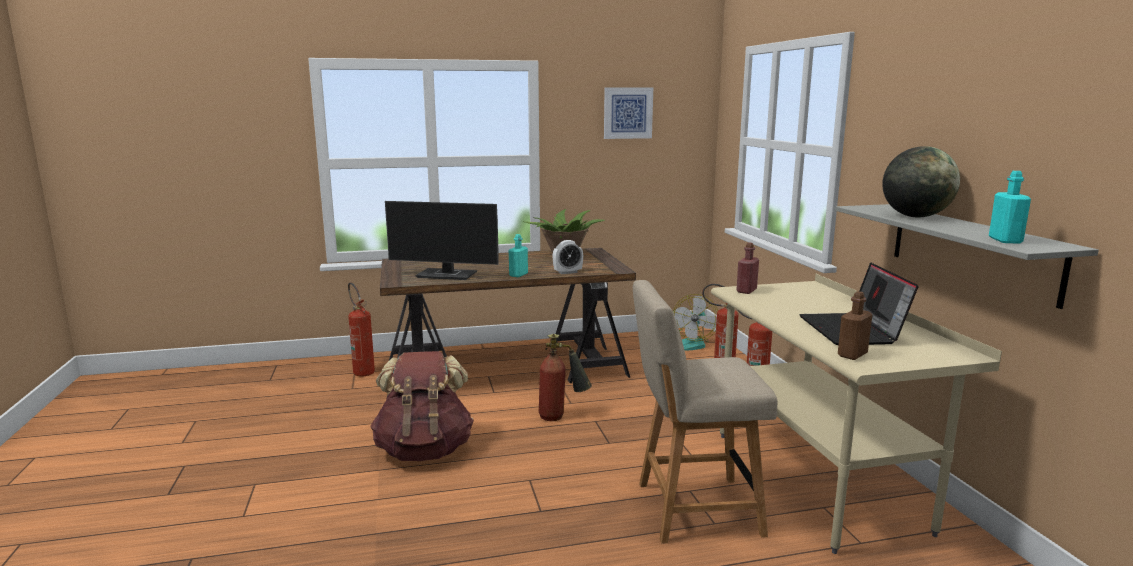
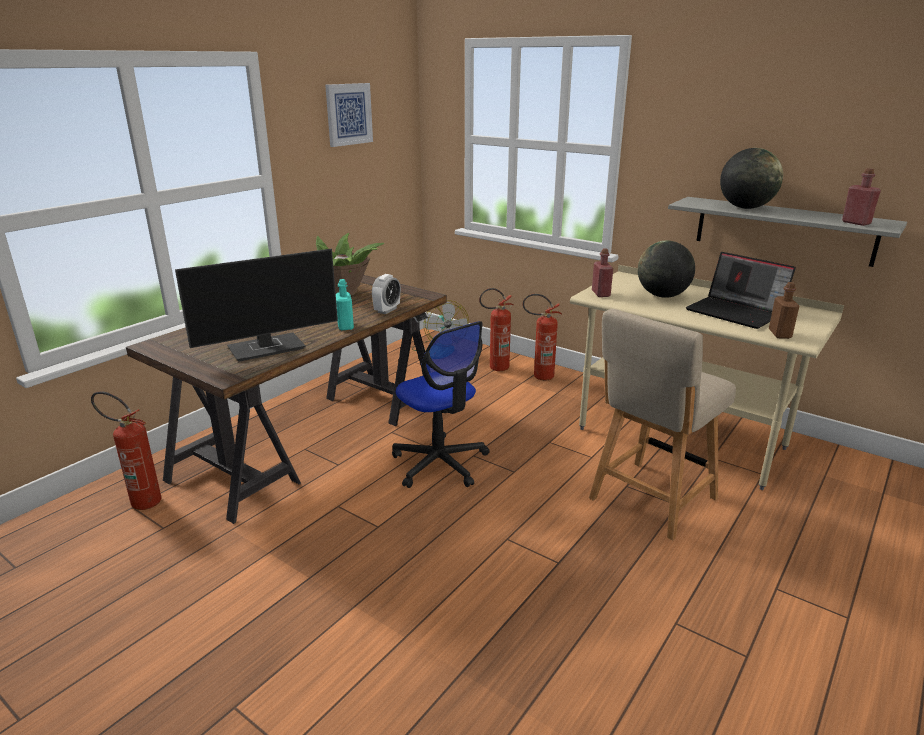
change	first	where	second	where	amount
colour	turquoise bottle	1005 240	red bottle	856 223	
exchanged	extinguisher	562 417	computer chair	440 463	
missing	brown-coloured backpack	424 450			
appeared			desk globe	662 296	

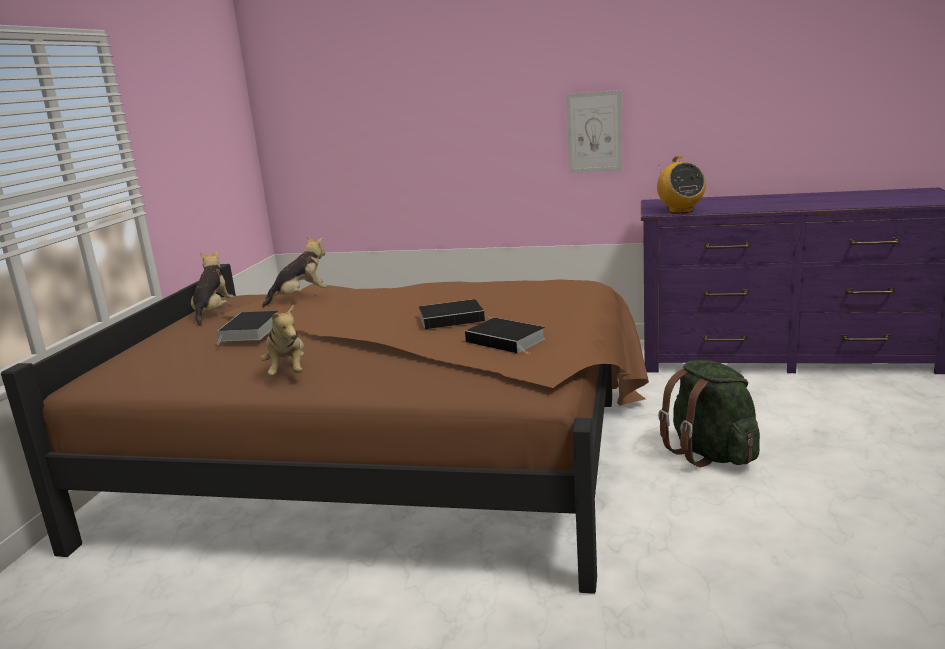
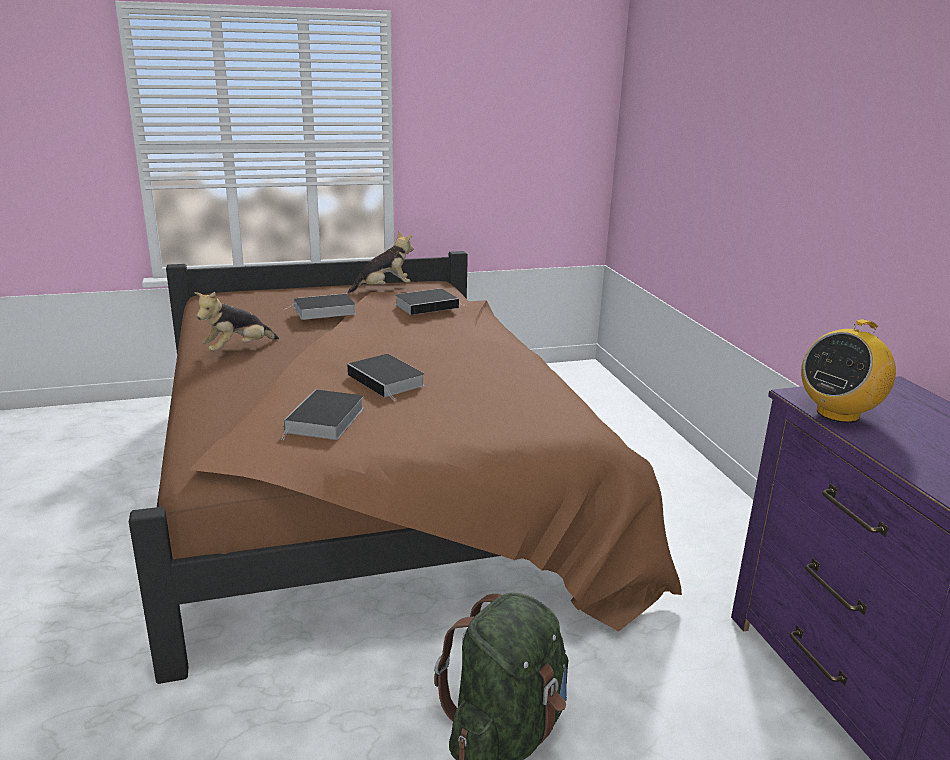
change	first	where	second	where	amount
missing	wall picture	594 132			
exchanged	plush toy	300 298	book	428 305	

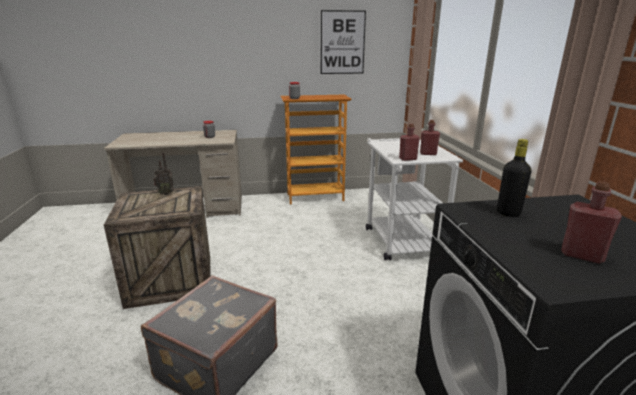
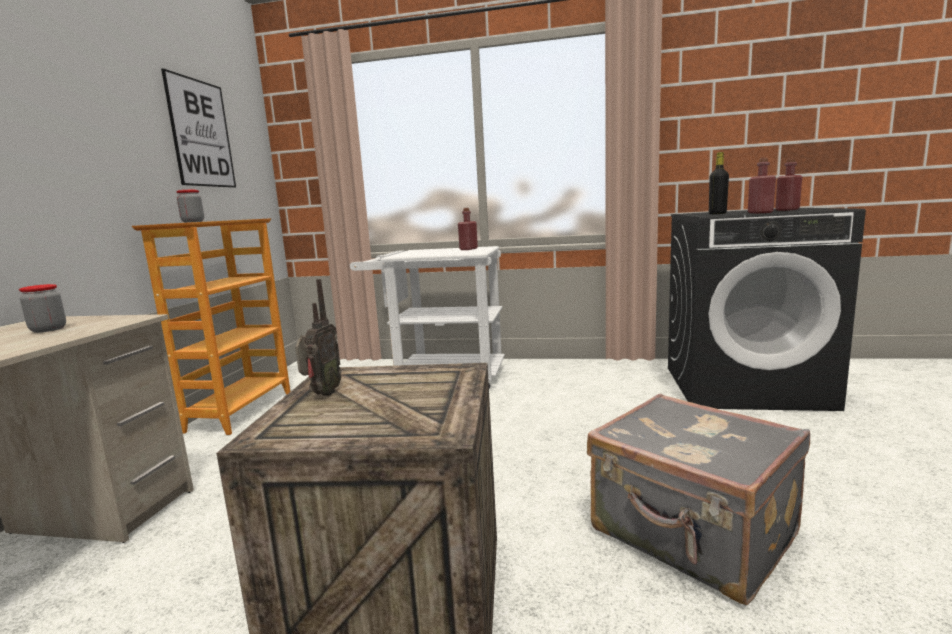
change	first	where	second	where	amount
relocated	red bottle	408 159		760 213	

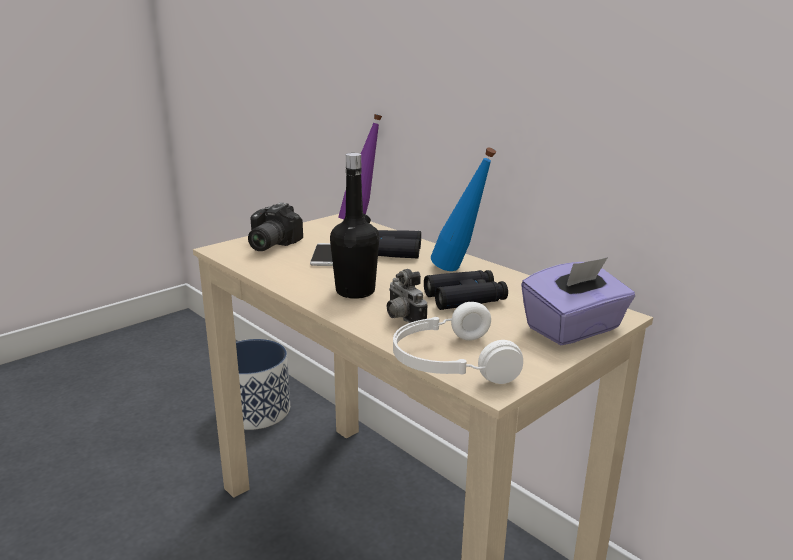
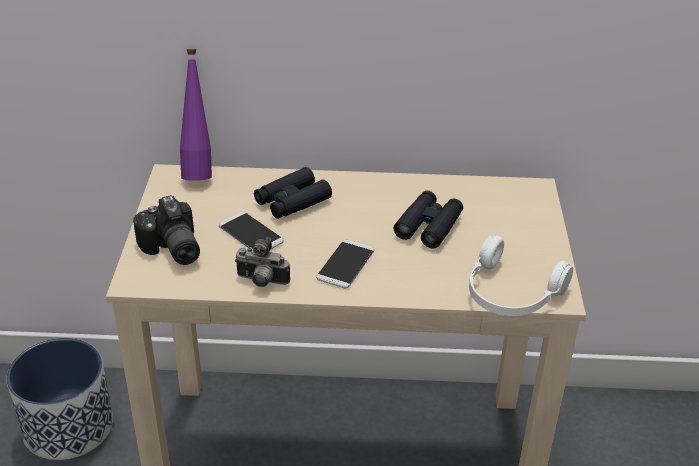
change	first	where	second	where	amount
missing	blue-coloured bottle	459 271			
exchanged	black bottle	355 291	handset	345 264	
missing	purple-coloured box of tissues	574 329			
relocated	still camera	402 319		261 282	

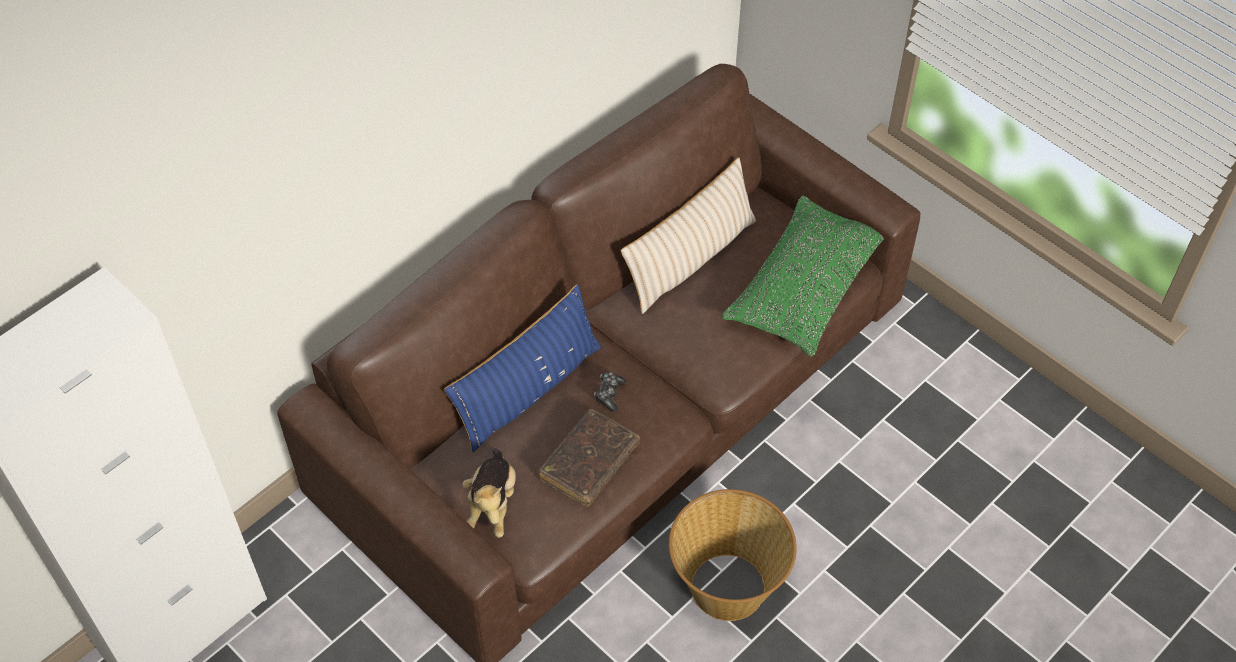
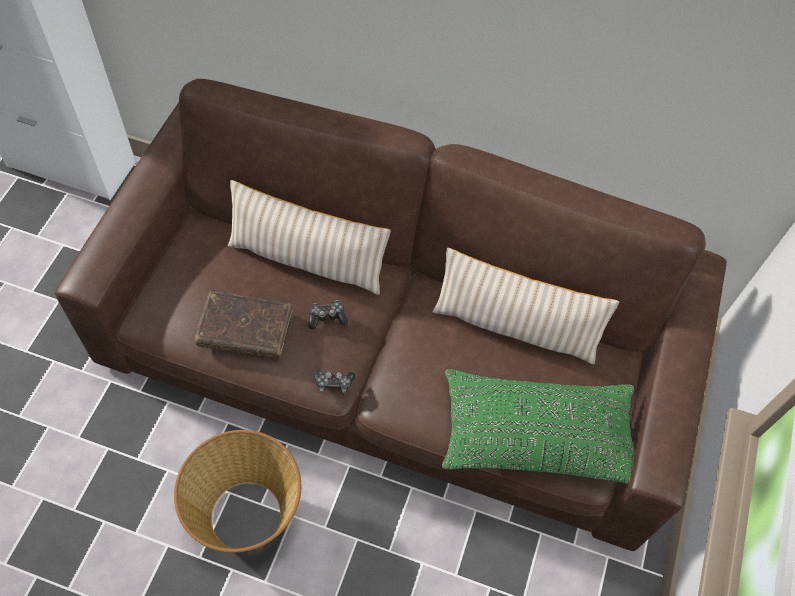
change	first	where	second	where	amount
colour	blue-coloured pillow	528 391	beige pillow	307 260	
missing	plush toy	492 504			
appeared			joypad	333 383	

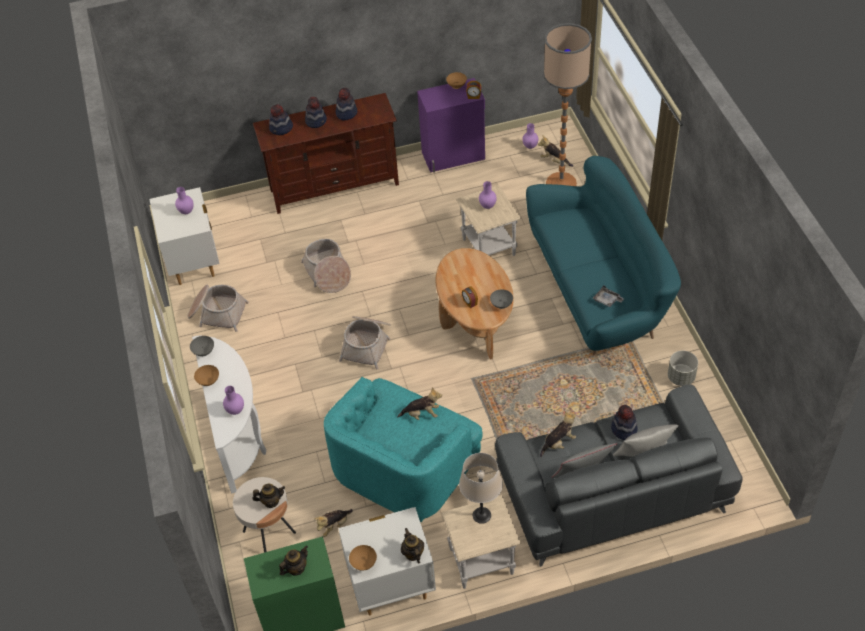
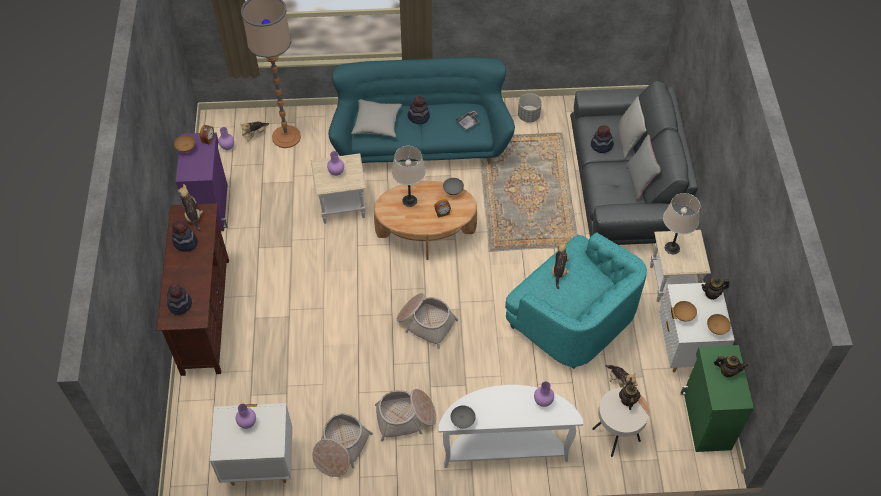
change	first	where	second	where	amount
relocated	clothing hat	316 121		418 117	
relocated	storage basket	328 273		406 418	
relocated	brown-coloured deep dish	208 381		683 317	
relocated	plush toy	558 442		193 215	
spun	pot for tea	296 568		727 371	135 degrees clockwise
appeared			greyish pillow	377 123	
appeared			beige tabletop lamp	409 200	

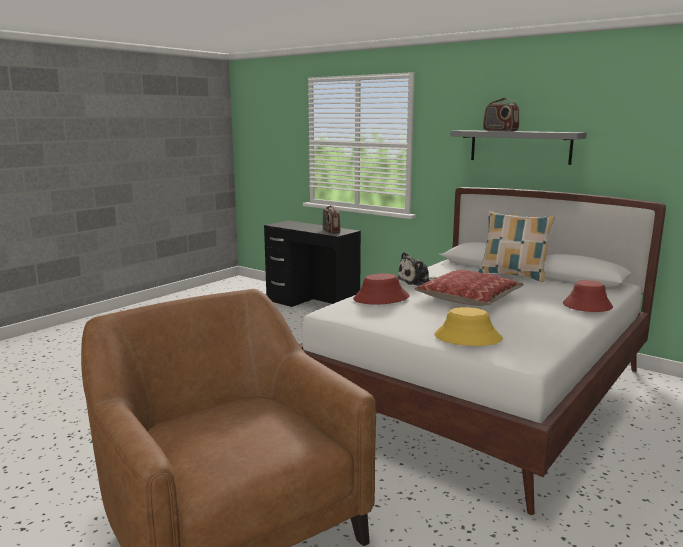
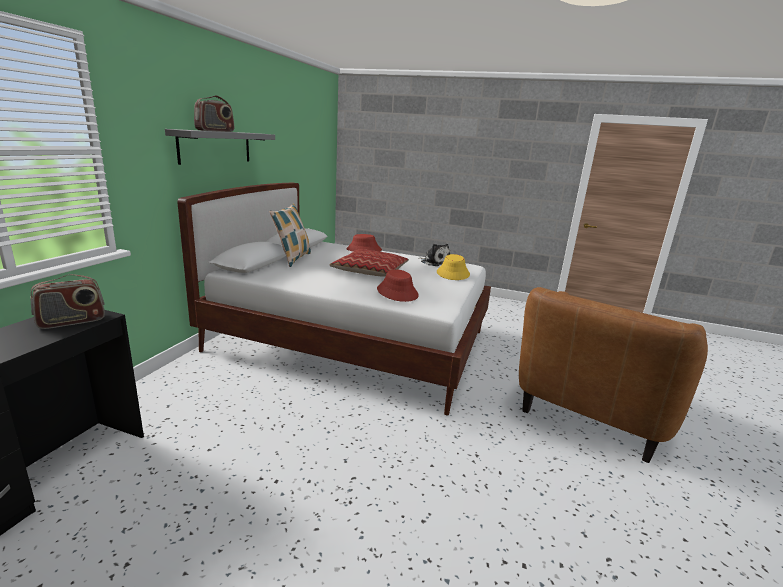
change	first	where	second	where	amount
relocated	plush toy	416 281		434 262	

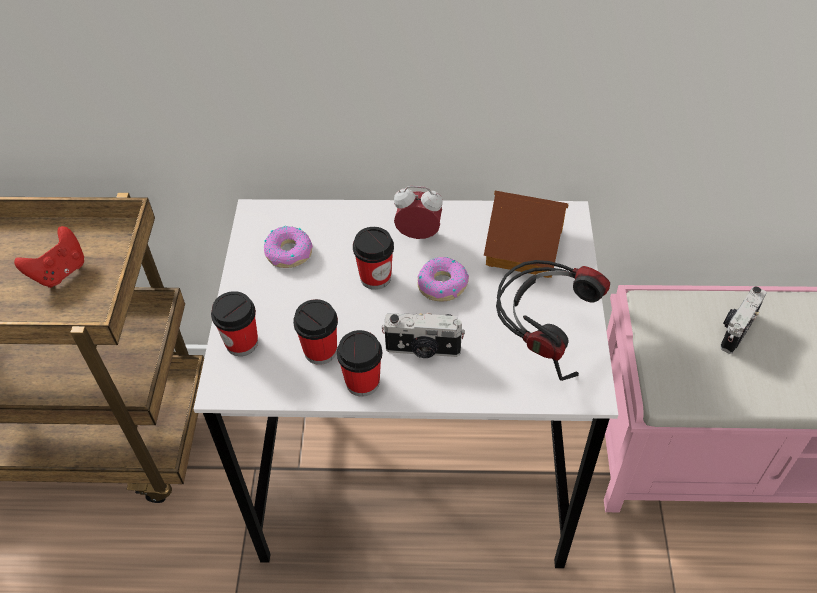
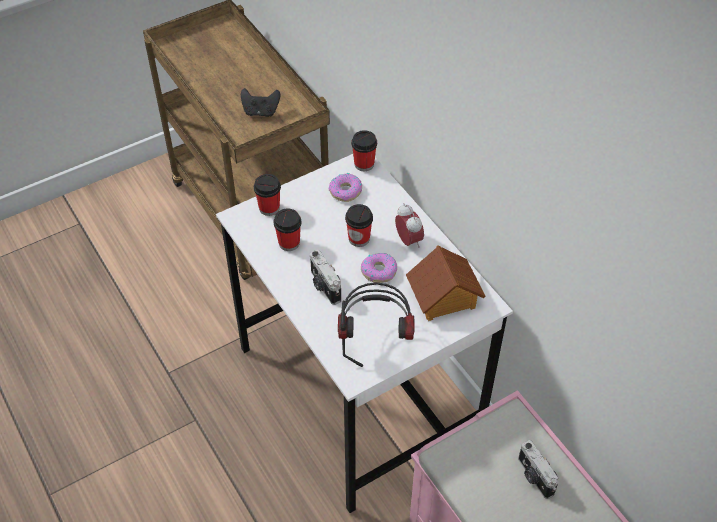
change	first	where	second	where	amount
colour	red joypad	60 272	black joypad	261 112	
spun	still camera	735 330		534 477	120 degrees counterclockwise
relocated	drinking cup	362 382		364 164	

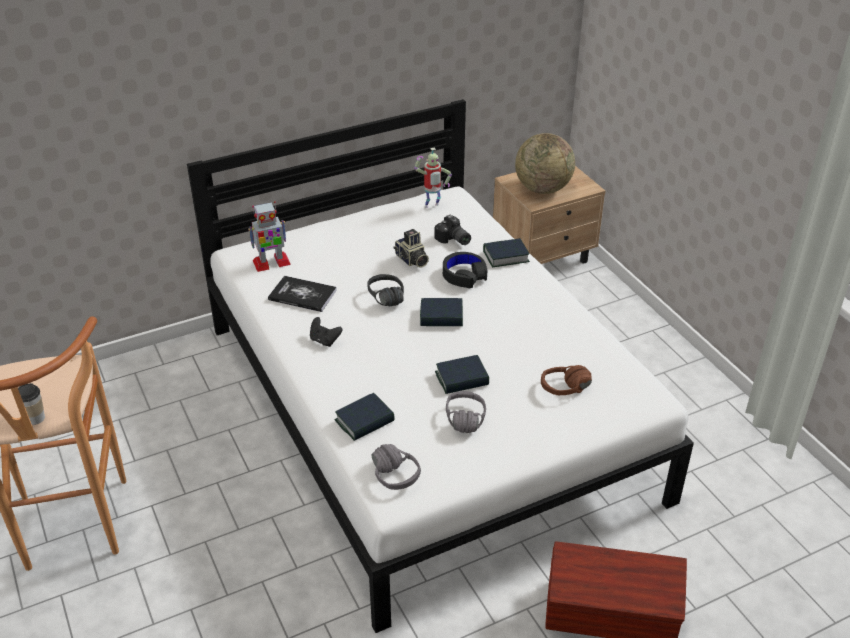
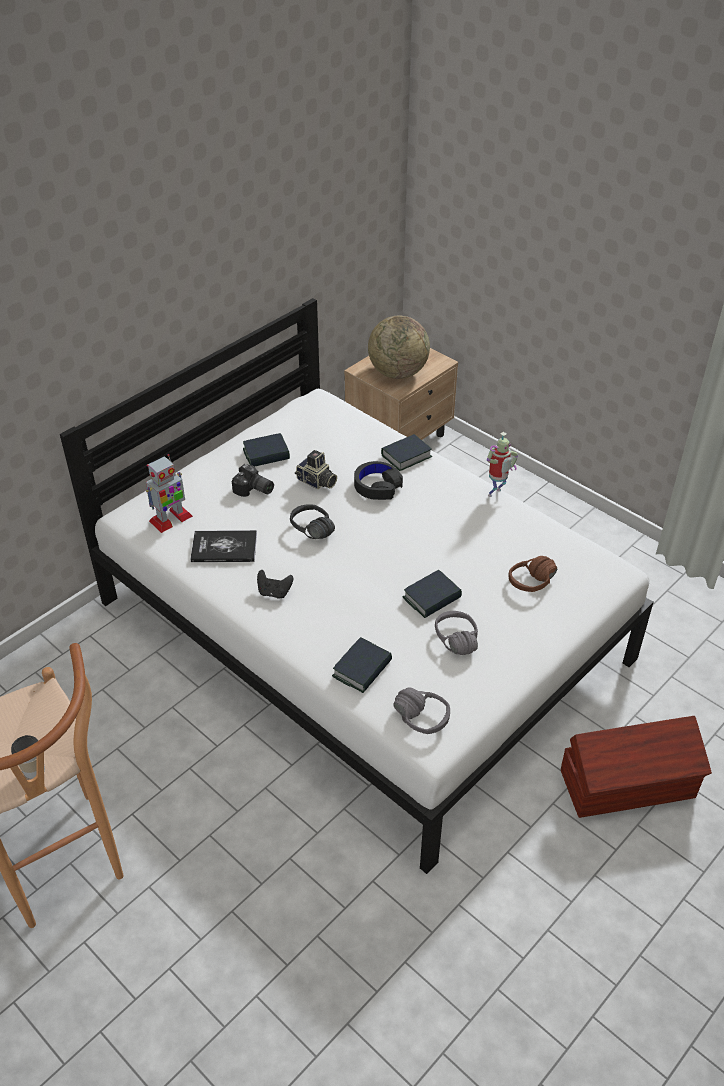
change	first	where	second	where	amount
relocated	model robot	432 207		496 494	
relocated	still camera	453 240		253 490	
relocated	book	441 317		266 454	

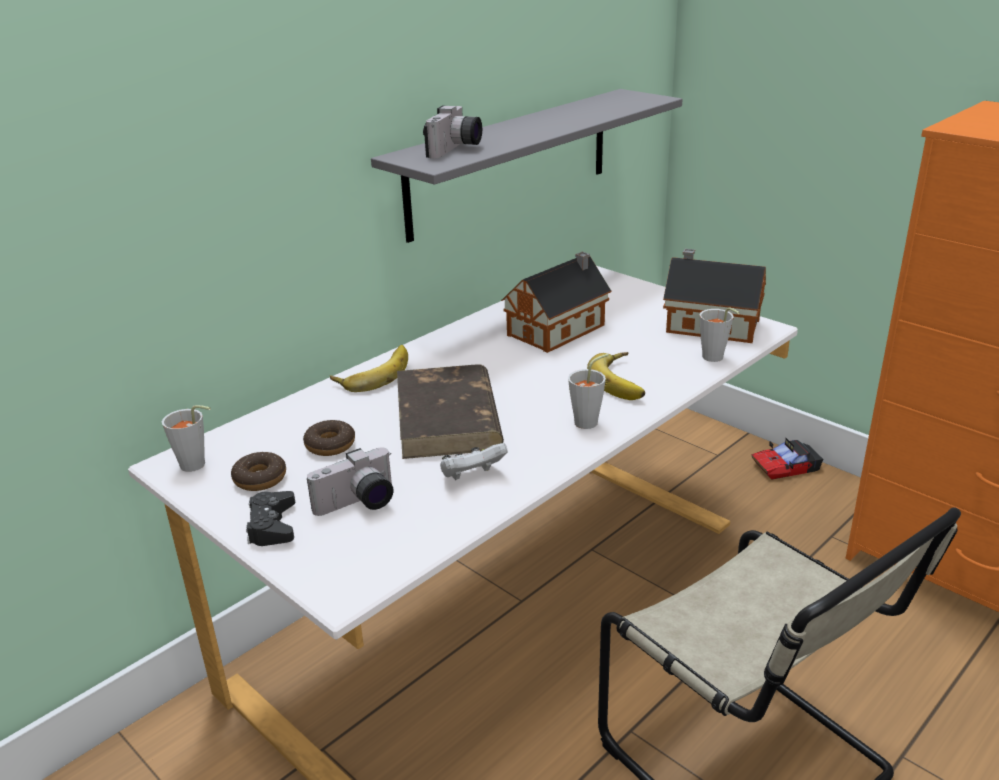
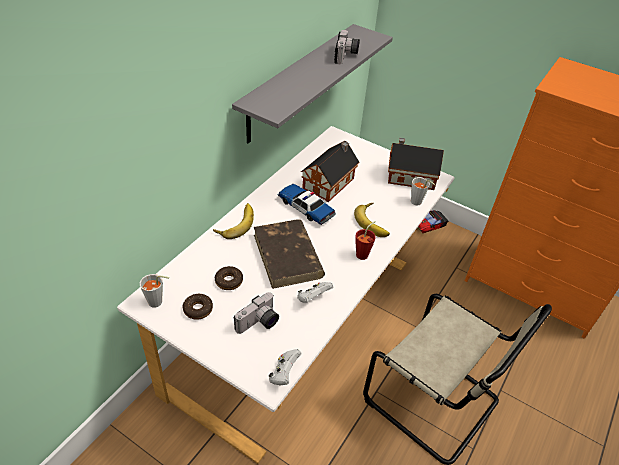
change	first	where	second	where	amount
relocated	still camera	456 149		346 56	
colour	greyish drinking cup	590 421	red drinking cup	364 254	
missing	black joypad	272 526			
appeared			toy car	305 208	
appeared			white joypad	284 374	

